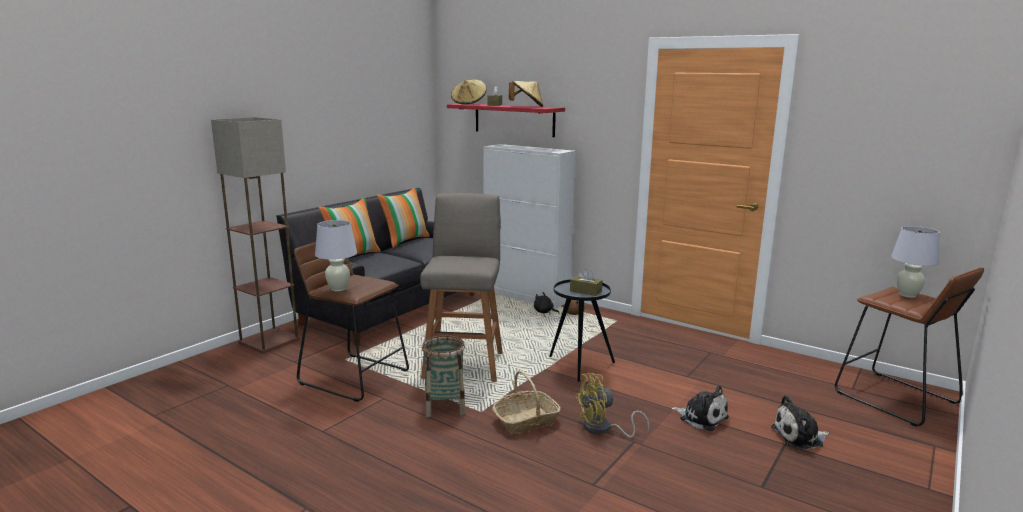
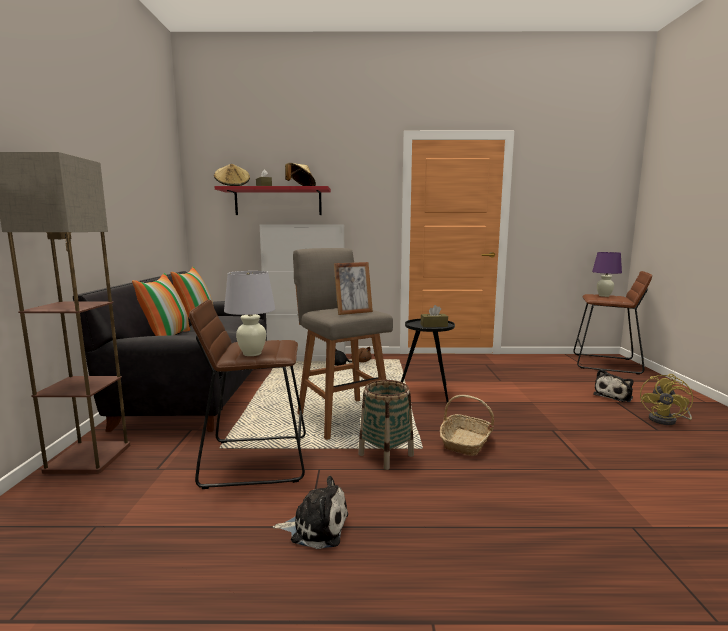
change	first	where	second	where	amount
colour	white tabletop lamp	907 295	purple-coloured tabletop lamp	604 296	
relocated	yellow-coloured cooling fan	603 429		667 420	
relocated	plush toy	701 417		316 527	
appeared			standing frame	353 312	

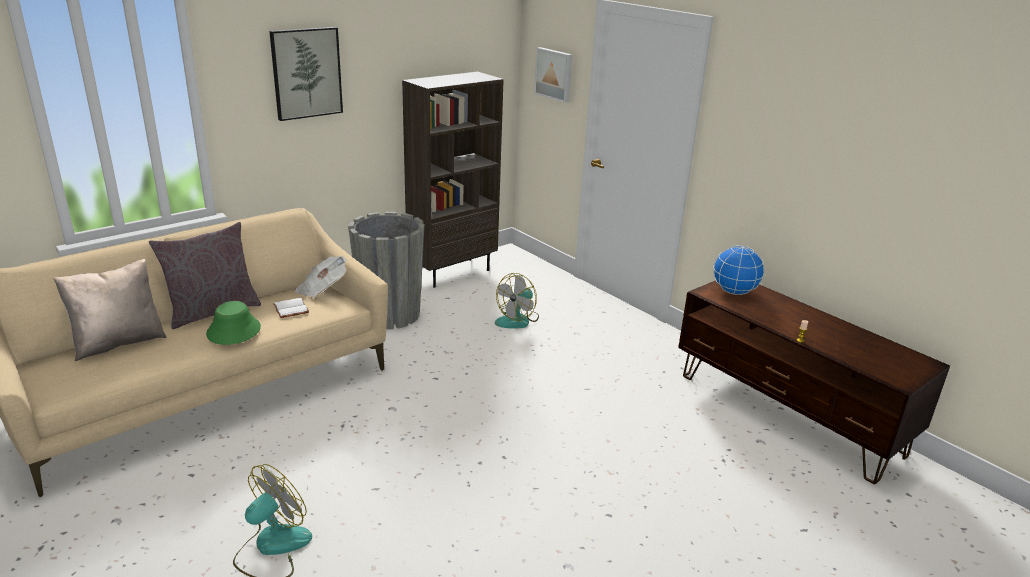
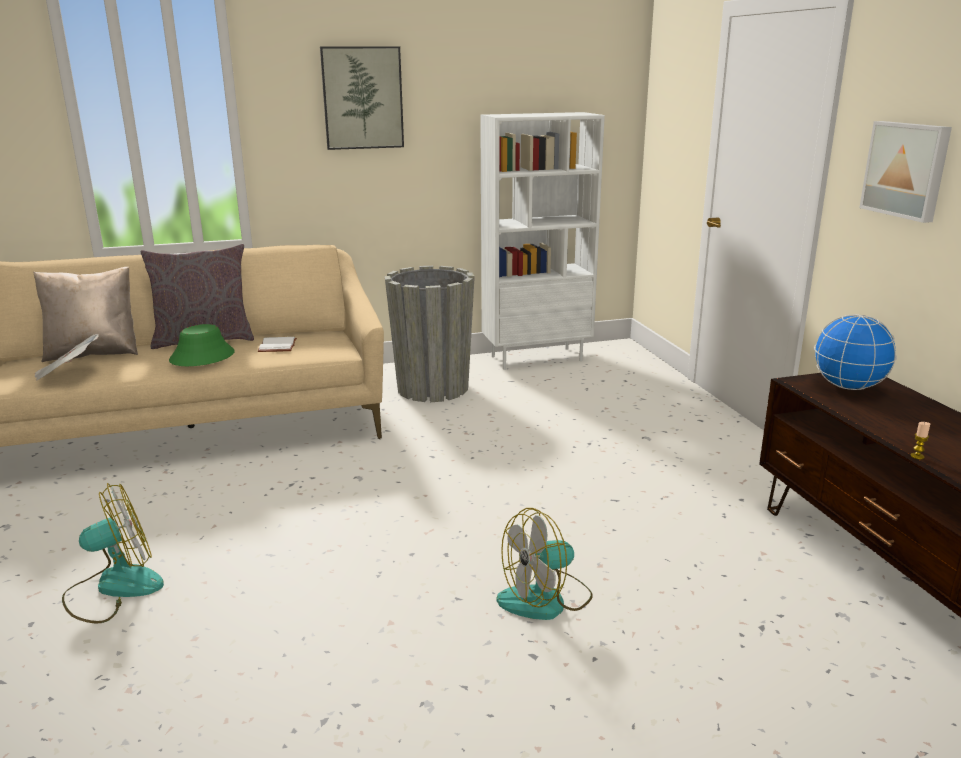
change	first	where	second	where	amount
relocated	wall picture	554 74		907 170	
colour	brown-coloured bookshelf	452 272	white bookshelf	537 358	
relocated	daily paper	322 289		68 374	
relocated	cooling fan	517 320		545 599	

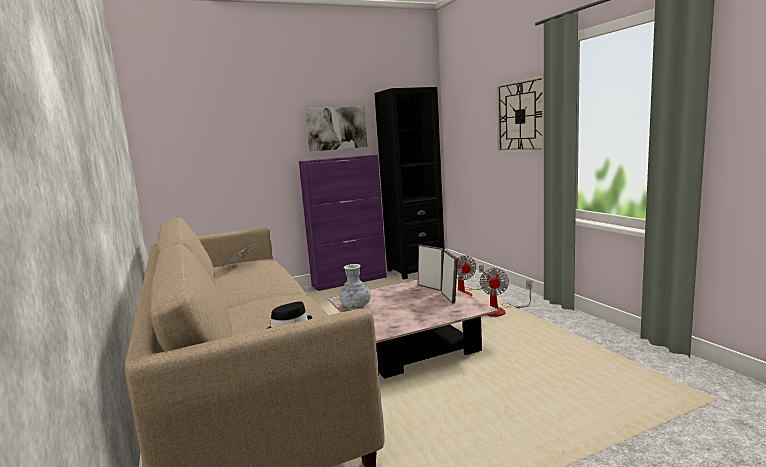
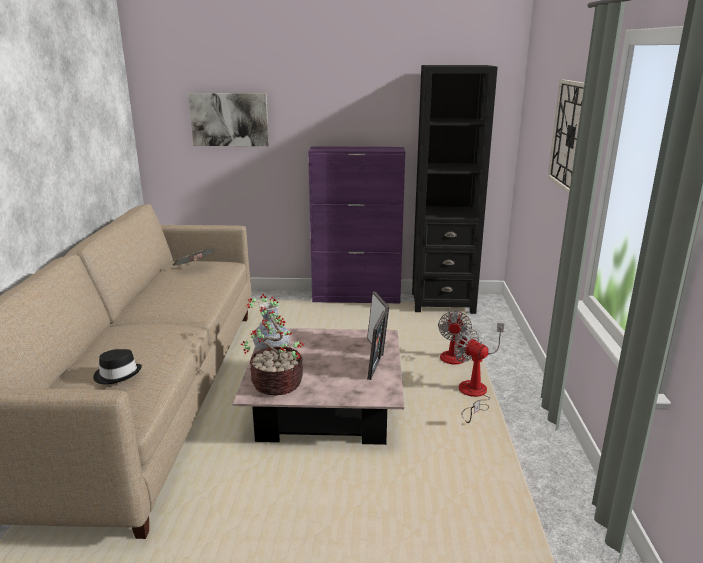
change	first	where	second	where	amount
relocated	wall picture	336 128		229 119	
spun	cooling fan	500 311		472 396	105 degrees clockwise
appeared			houseplant	275 383	

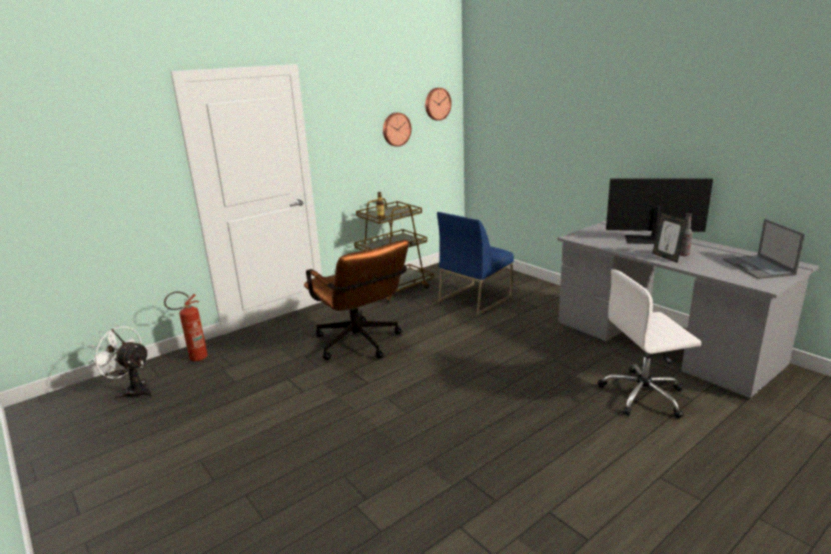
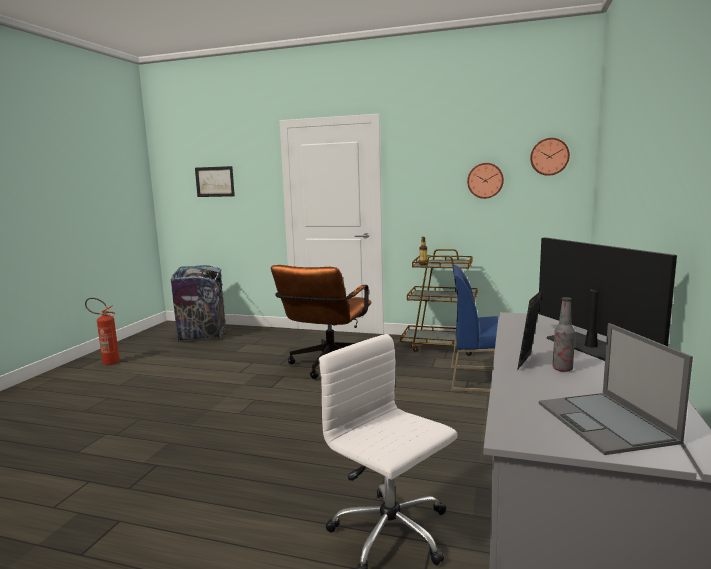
change	first	where	second	where	amount
spun	portable computer	759 267		606 423	60 degrees counterclockwise
relocated	extinguisher	194 359		107 362	
exchanged	white cooling fan	133 391	rubbish bin	202 335	
appeared			wall picture	215 181	

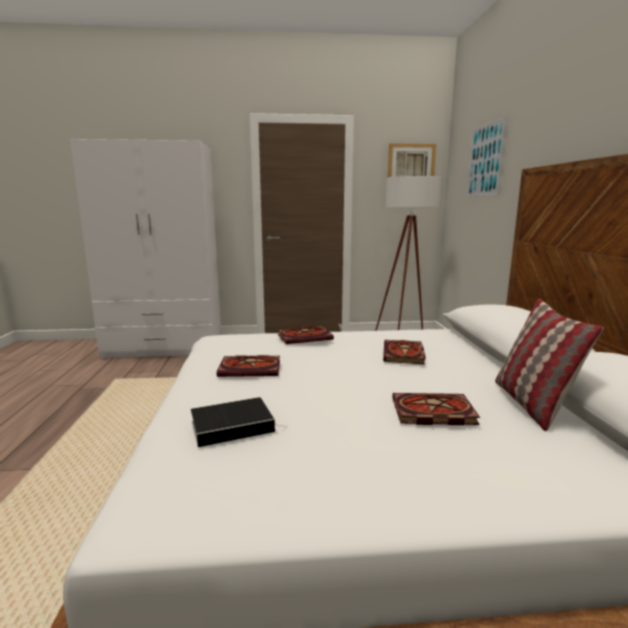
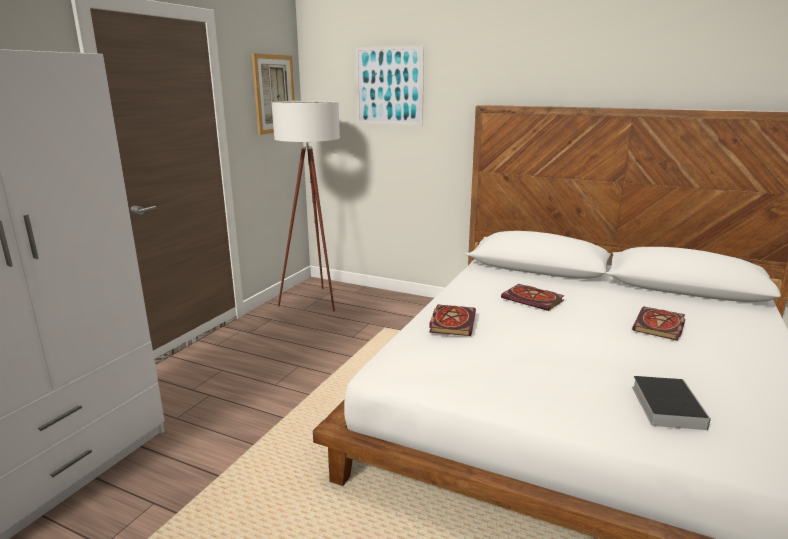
change	first	where	second	where	amount
missing	pillow	531 404			
missing	book	251 368			

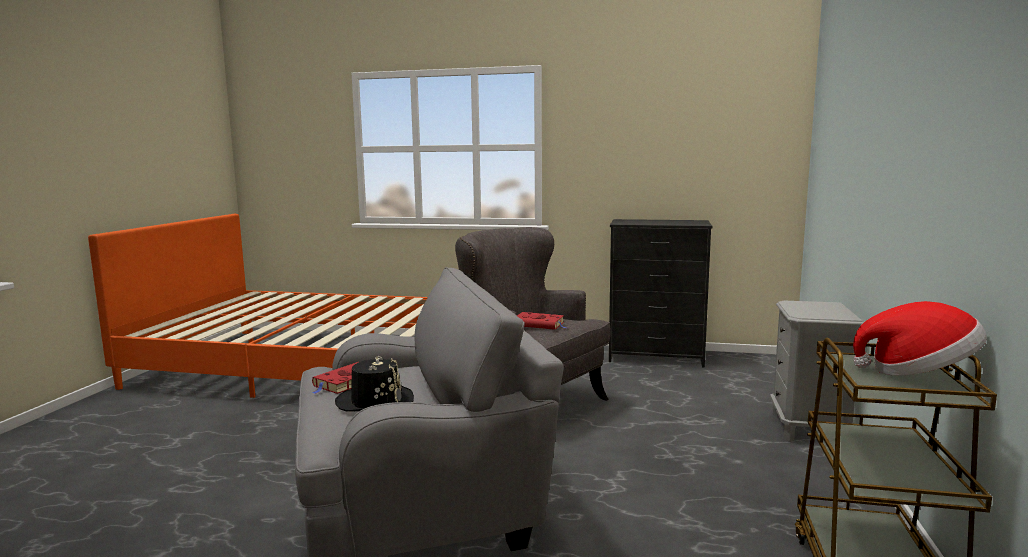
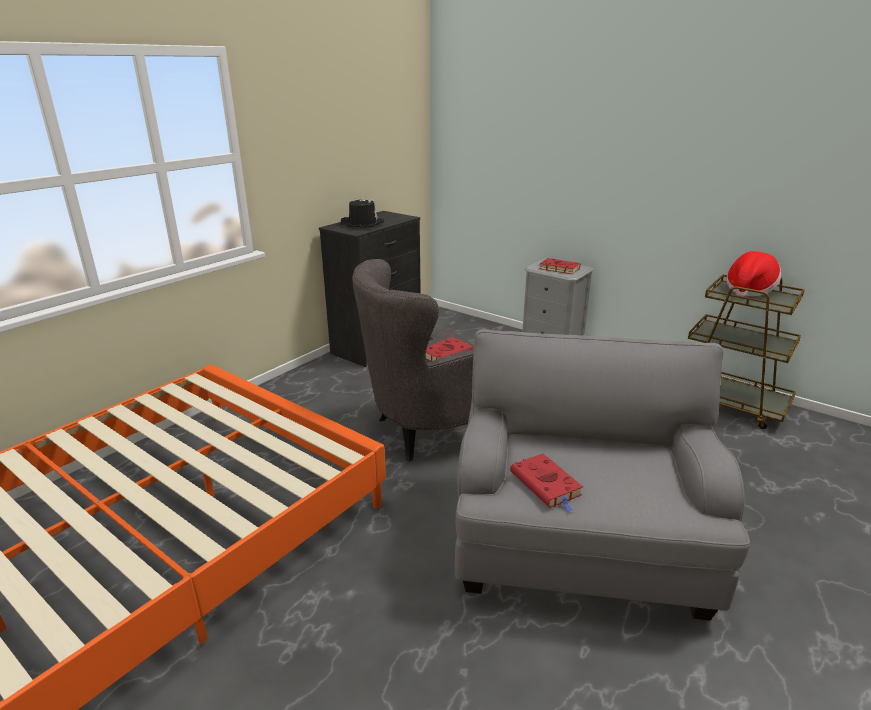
change	first	where	second	where	amount
relocated	black clothing hat	375 402		362 224	
appeared			red book	558 268	

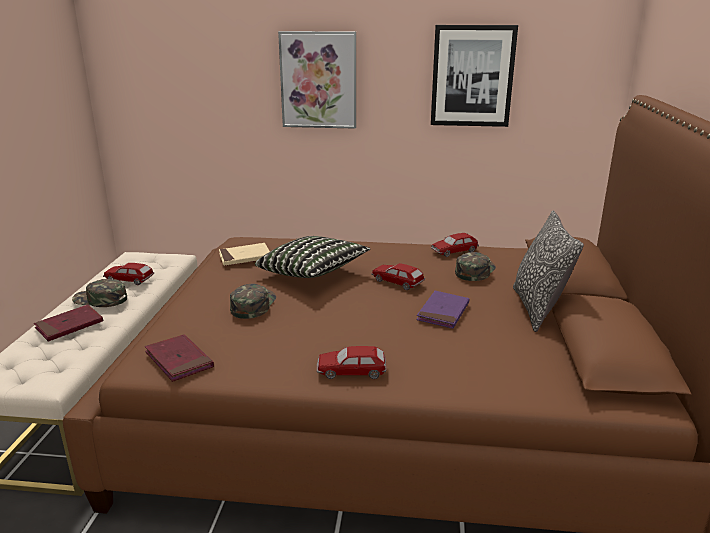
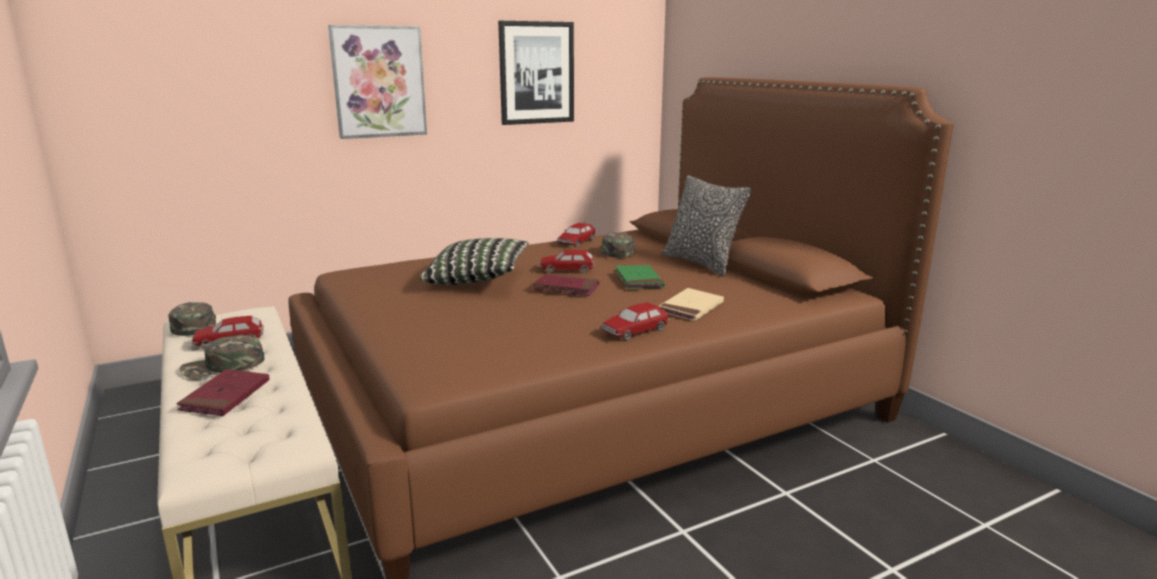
change	first	where	second	where	amount
relocated	beige book	245 257		691 308	
relocated	greenish peaked cap	253 305		194 325	
colour	purple-coloured book	443 312	greenish book	638 280	
relocated	red book	179 360		566 288	

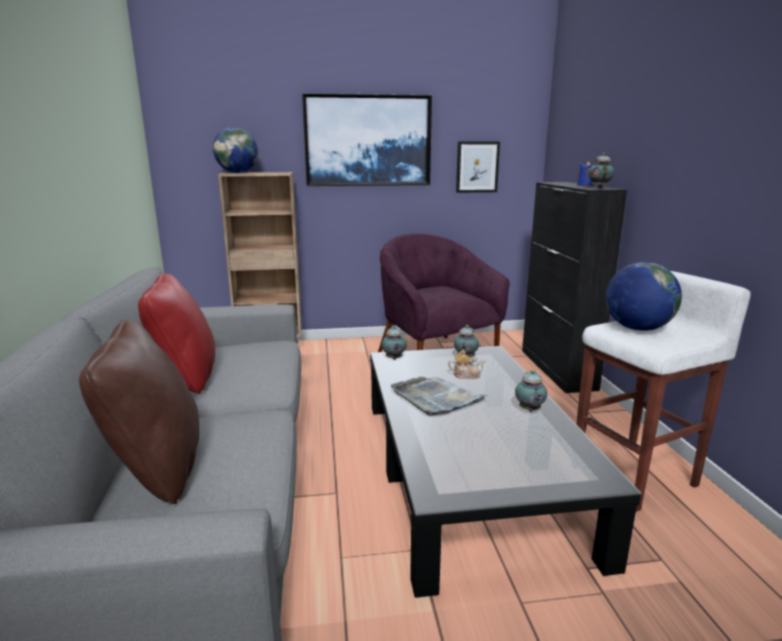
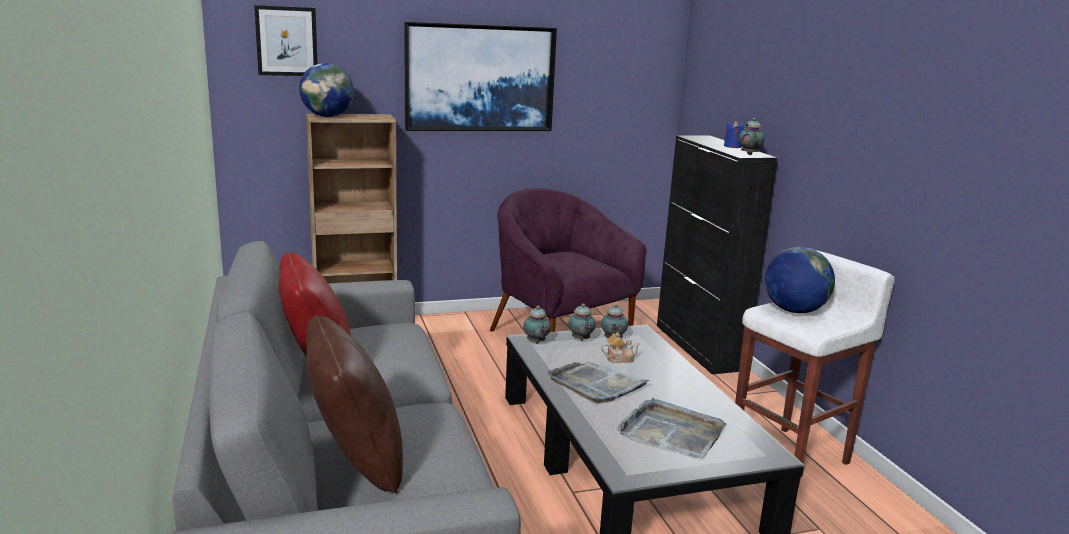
change	first	where	second	where	amount
relocated	wall picture	477 167		286 41	
relocated	pot for tea	529 410		580 340	
appeared			greyish carrying tray	671 432	

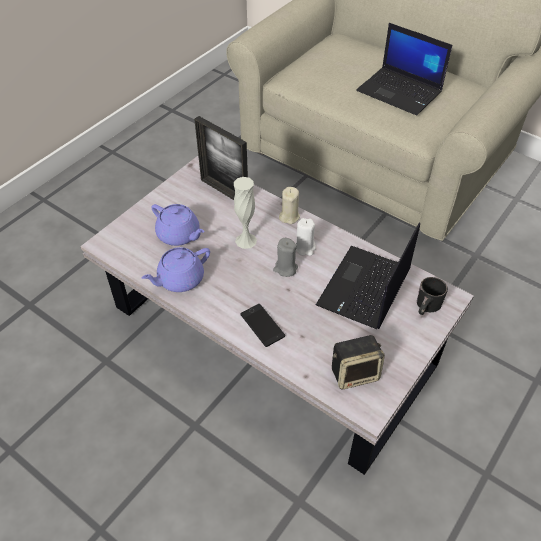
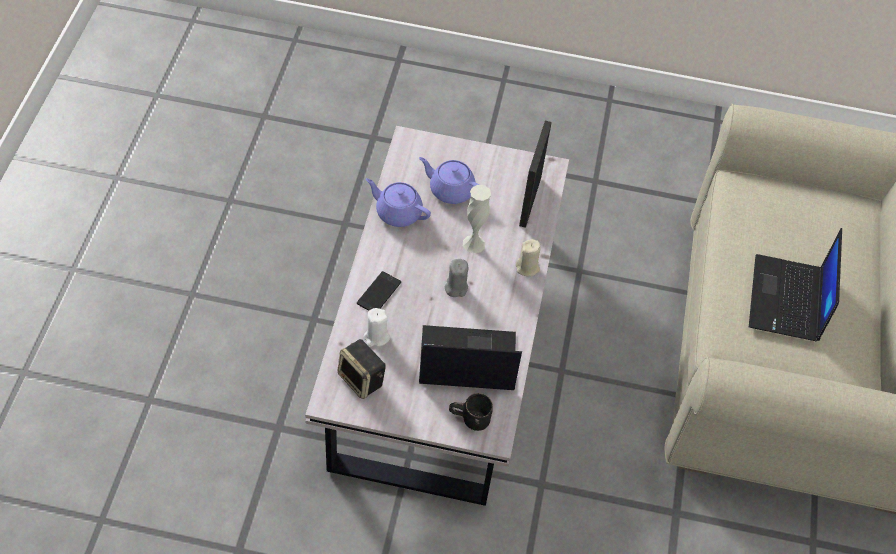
change	first	where	second	where	amount
spun	purple-coloured pot for tea	179 235		450 190	105 degrees clockwise
relocated	white candle	305 247		376 337	

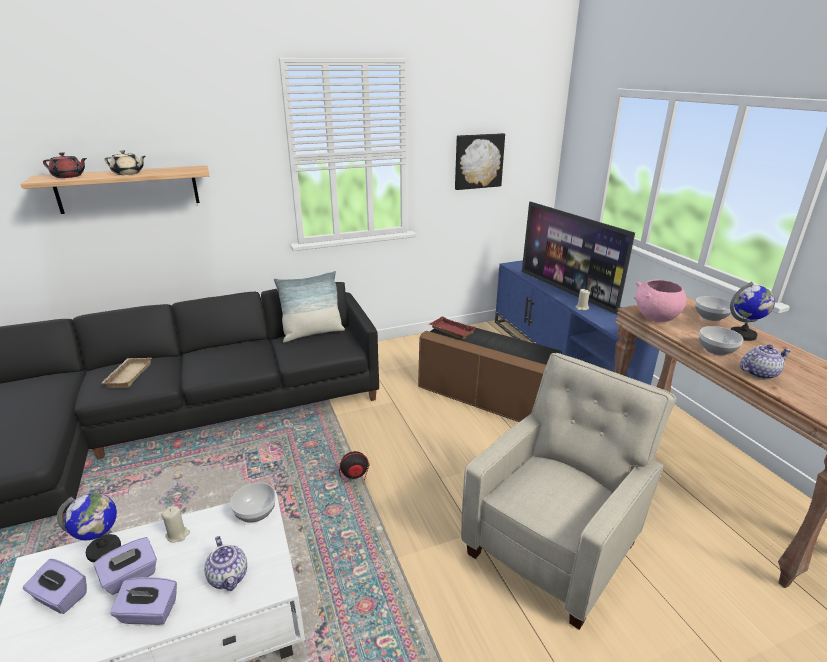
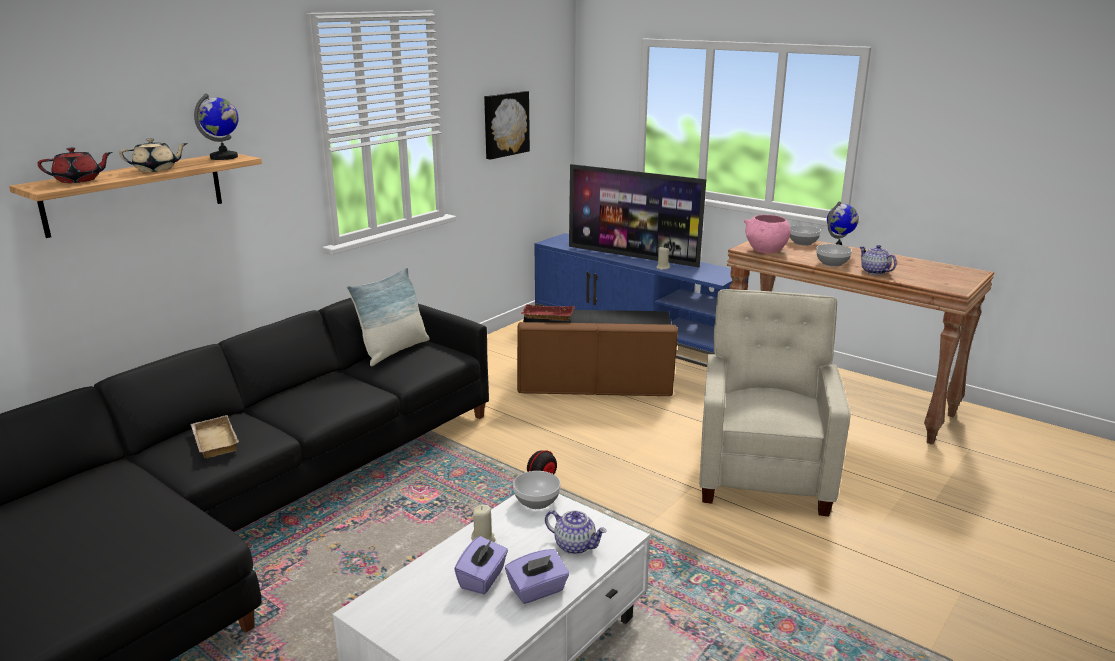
change	first	where	second	where	amount
spun	pot for tea	759 373		874 271	75 degrees counterclockwise
relocated	desk globe	104 550		224 157	
missing	purple-coloured box of tissues	60 597			

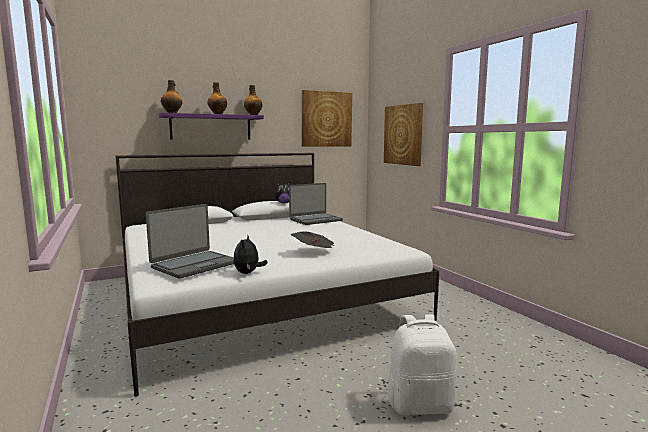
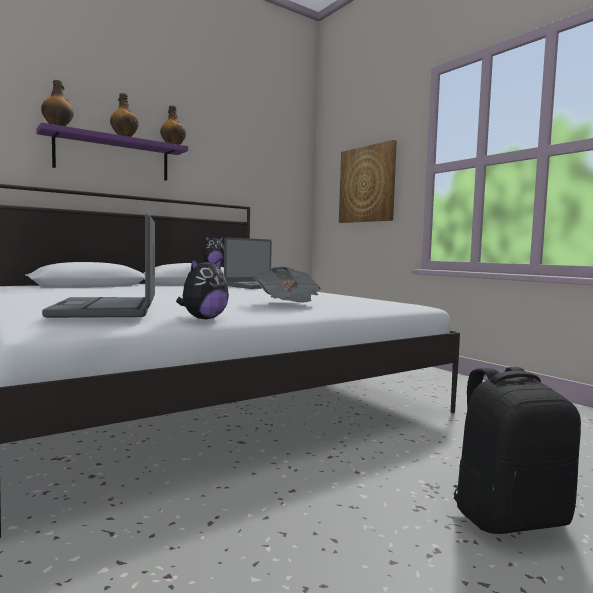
change	first	where	second	where	amount
missing	wall picture	326 119			
spun	portable computer	194 265		107 310	135 degrees clockwise
spun	plush toy	248 273		203 319	135 degrees counterclockwise
colour	white backpack	420 405	black backpack	509 516	

